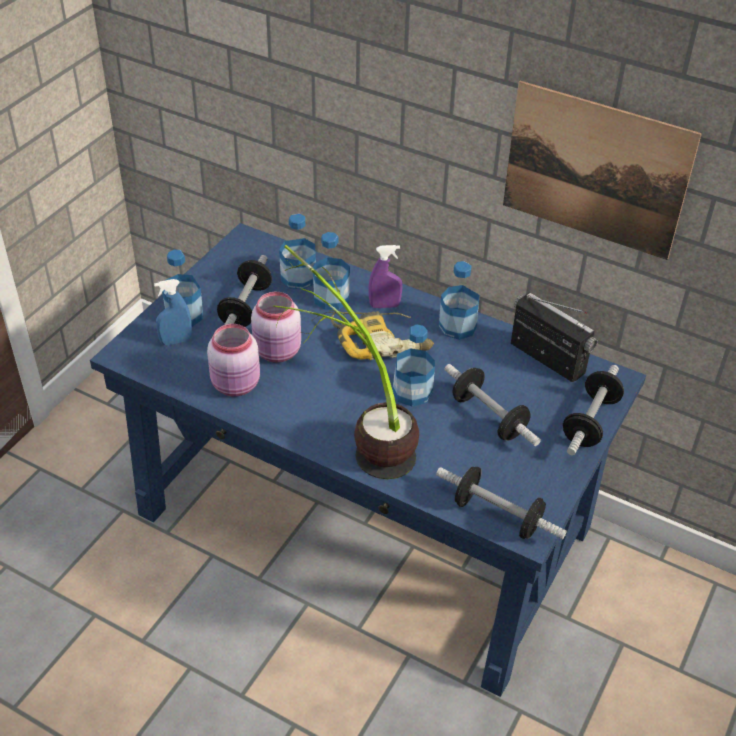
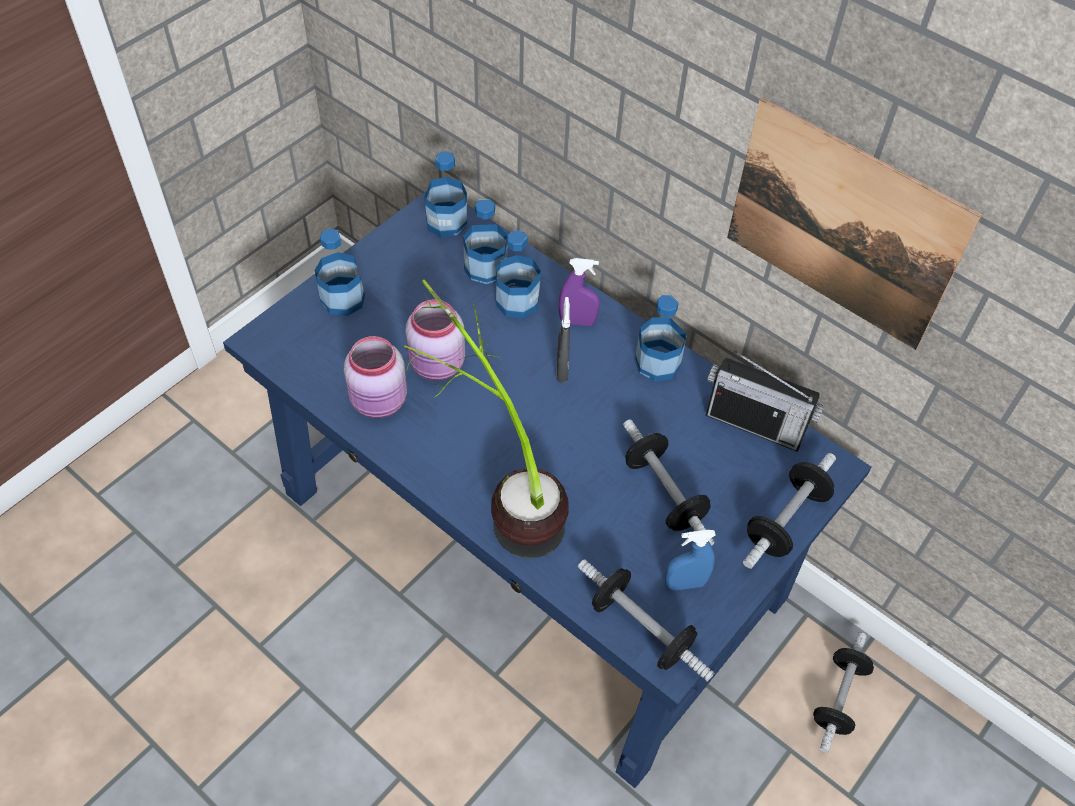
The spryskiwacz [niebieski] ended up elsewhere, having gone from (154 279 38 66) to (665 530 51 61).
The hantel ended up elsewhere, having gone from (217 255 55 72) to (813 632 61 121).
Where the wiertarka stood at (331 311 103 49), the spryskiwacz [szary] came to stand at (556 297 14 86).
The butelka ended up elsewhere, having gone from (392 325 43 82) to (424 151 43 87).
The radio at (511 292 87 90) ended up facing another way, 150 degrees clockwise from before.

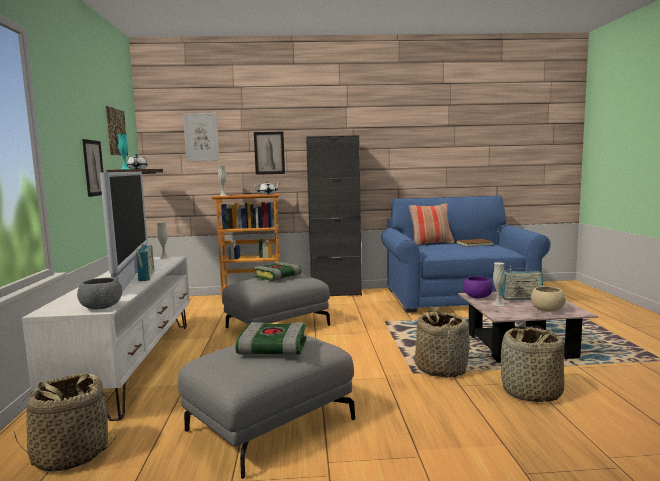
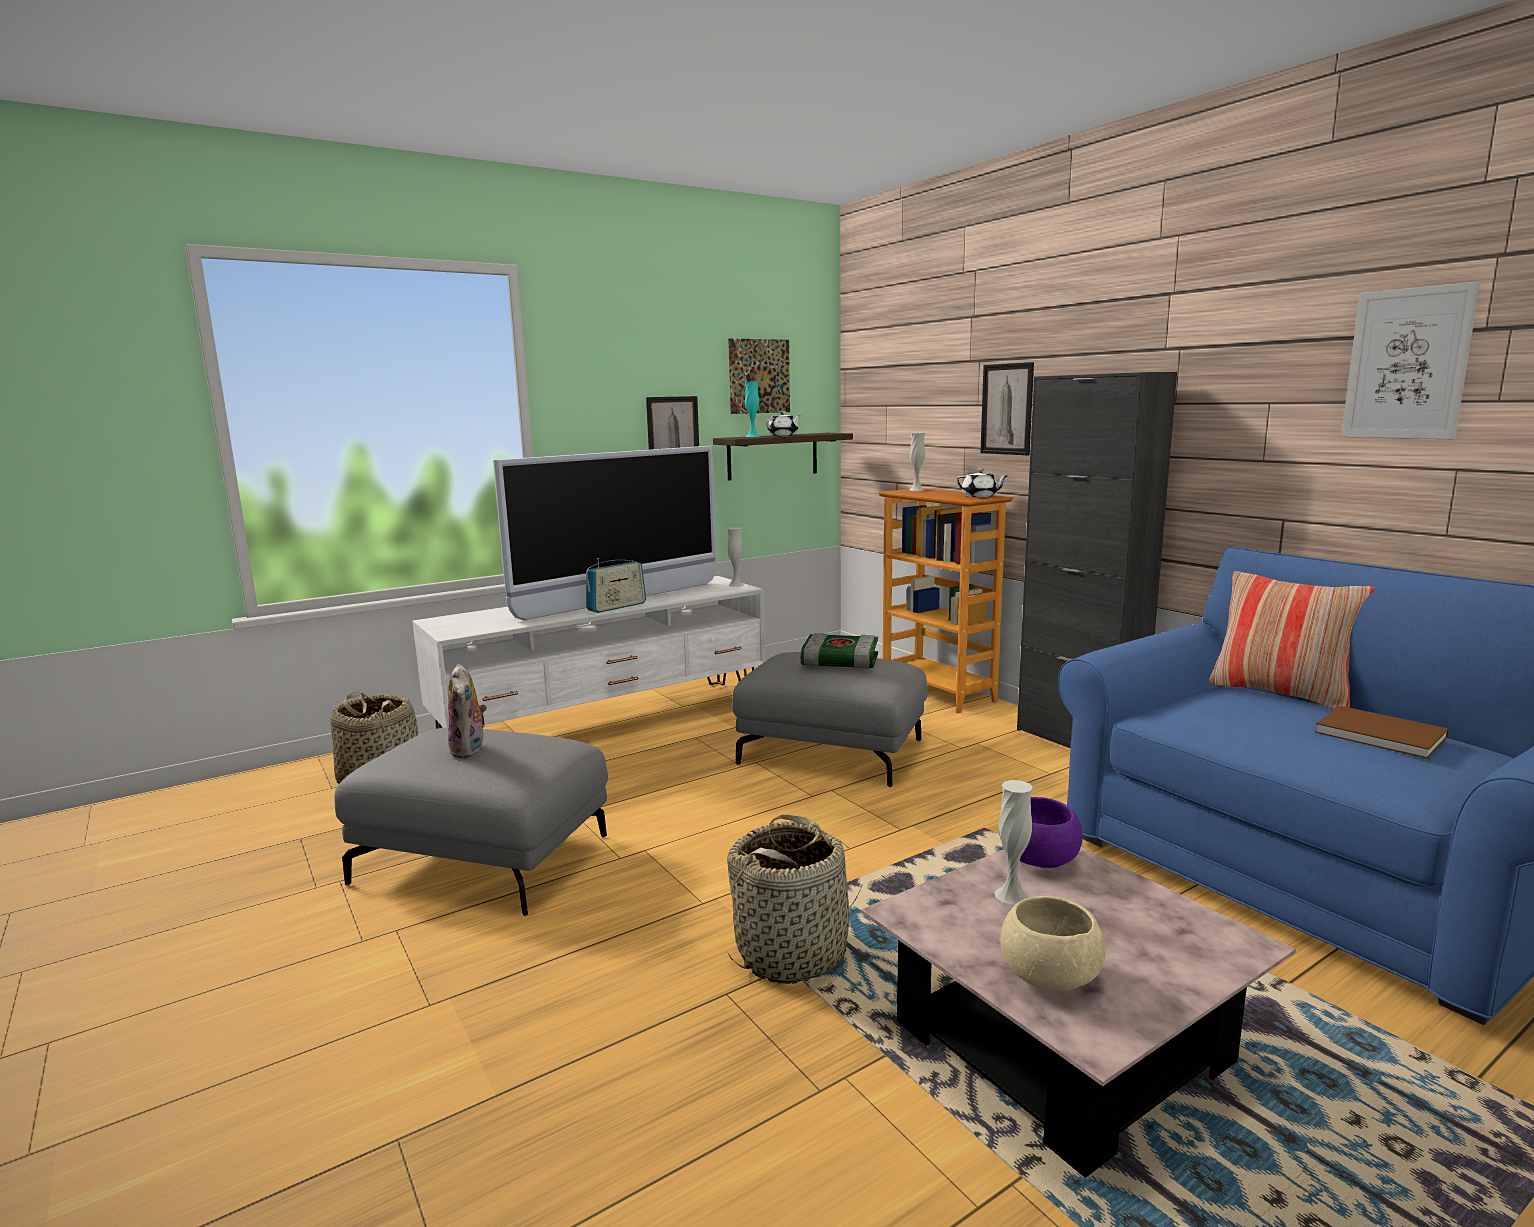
The second view lost the miska [szary] at (77 278 45 31).
The obraz ended up elsewhere, having gone from (183 113 36 48) to (1341 281 139 158).
Where the książka stood at (236 322 71 33), the pluszak came to stand at (448 664 39 94).
The second view lost the radio at (500 266 43 34).
The second view lost the koszyk at (501 323 63 79).

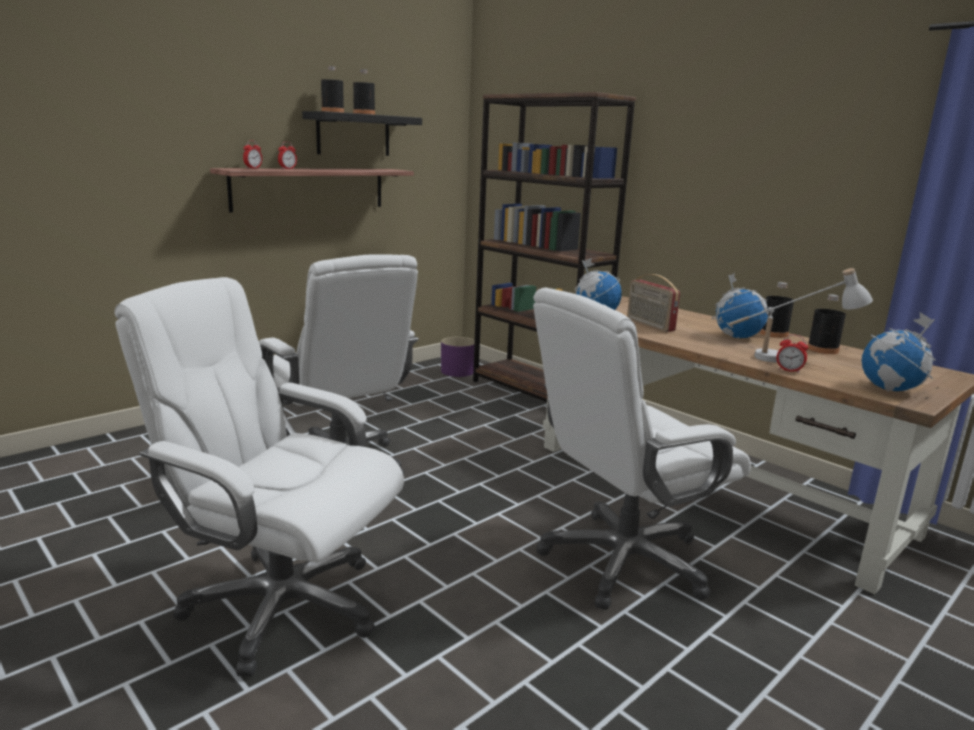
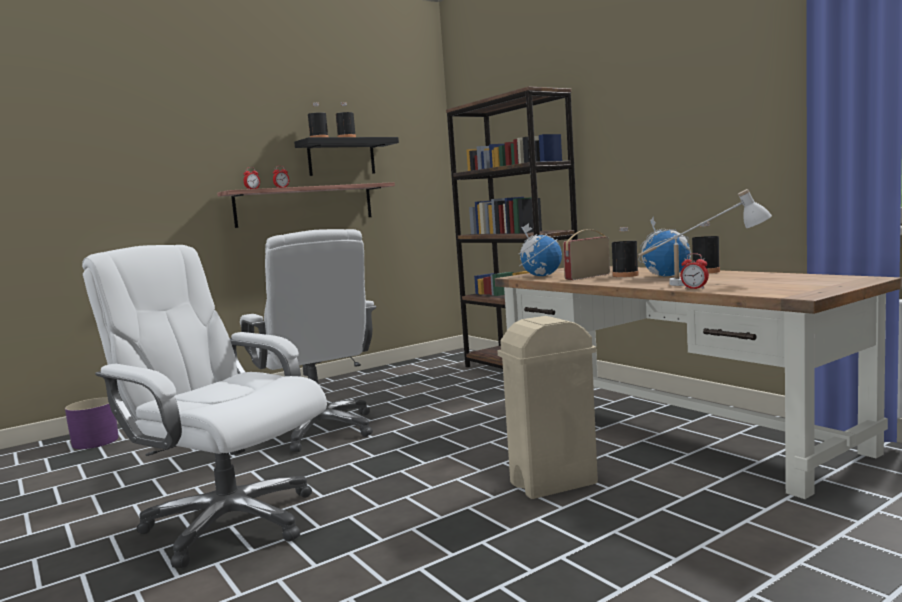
The donica [fioletowy] ended up elsewhere, having gone from (441 337 34 40) to (65 397 54 52).
Where the krzesło biurowe [biały] stood at (533 288 218 322), the kosz na śmieci [beżowy] came to stand at (497 316 101 183).
The radio at (627 274 53 58) ended up facing another way, 75 degrees clockwise from before.
The butelka [czarny] ended up elsewhere, having gone from (808 294 38 60) to (612 227 27 50).
The second view lost the globus at (862 312 74 80).

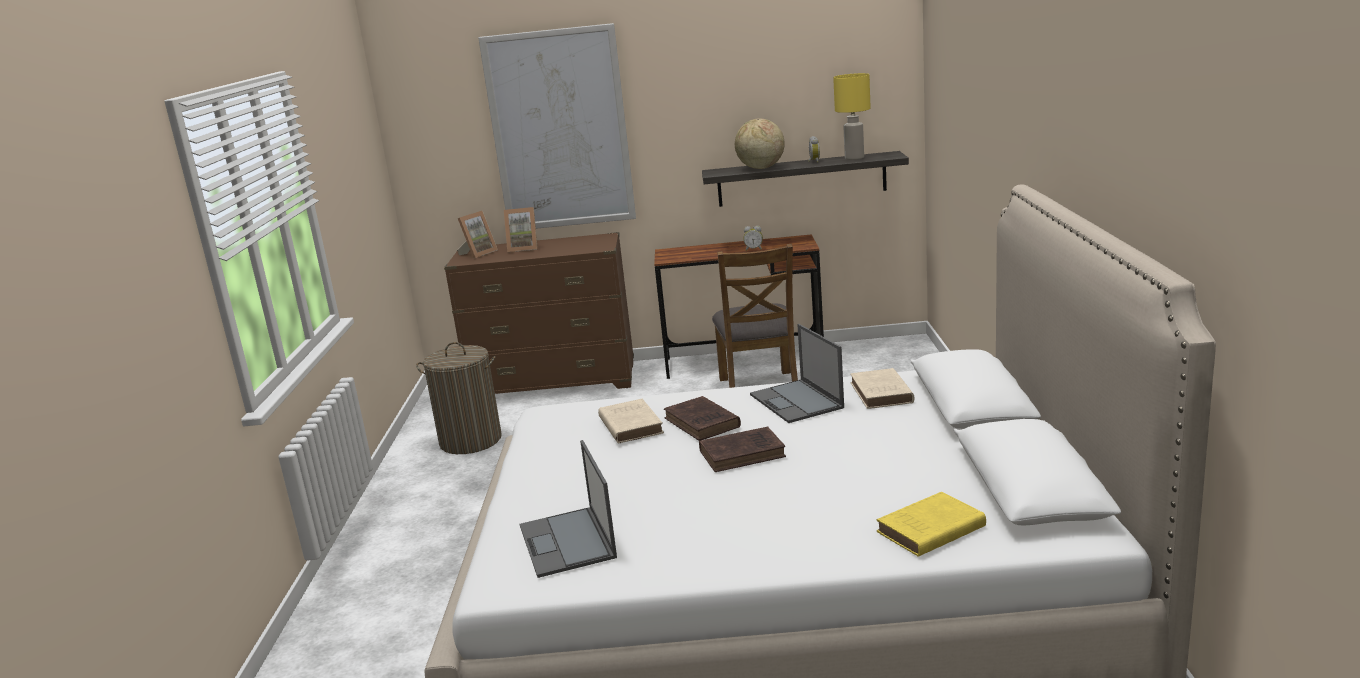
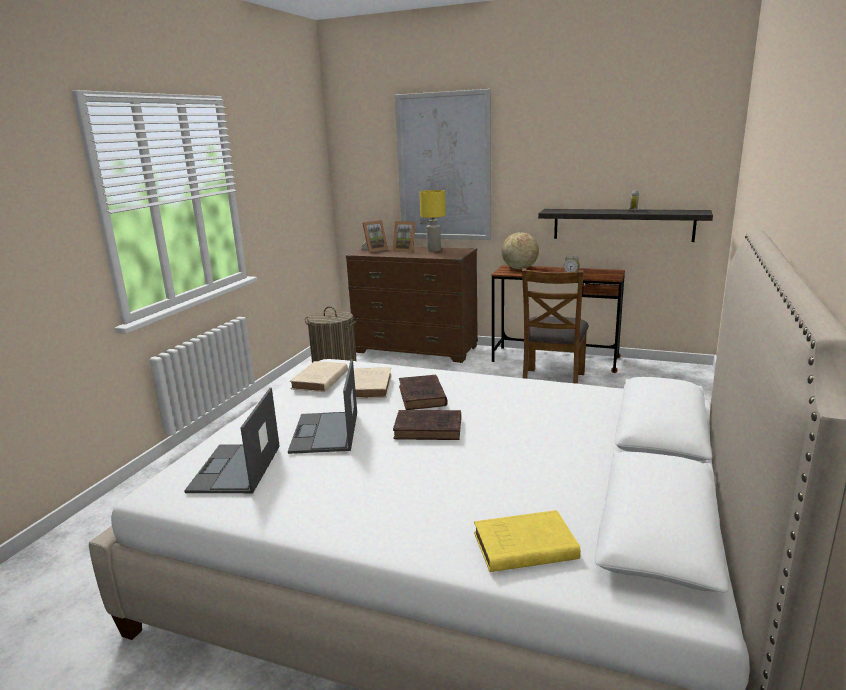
The globus ended up elsewhere, having gone from (735 118 50 51) to (502 232 37 38).
The laptop ended up elsewhere, having gone from (750 324 94 99) to (288 359 69 95).
The lampa stołowa [żółty] ended up elsewhere, having gone from (833 73 38 87) to (419 190 27 62).
The książka [beżowy] ended up elsewhere, having gone from (850 368 64 41) to (290 361 58 31).

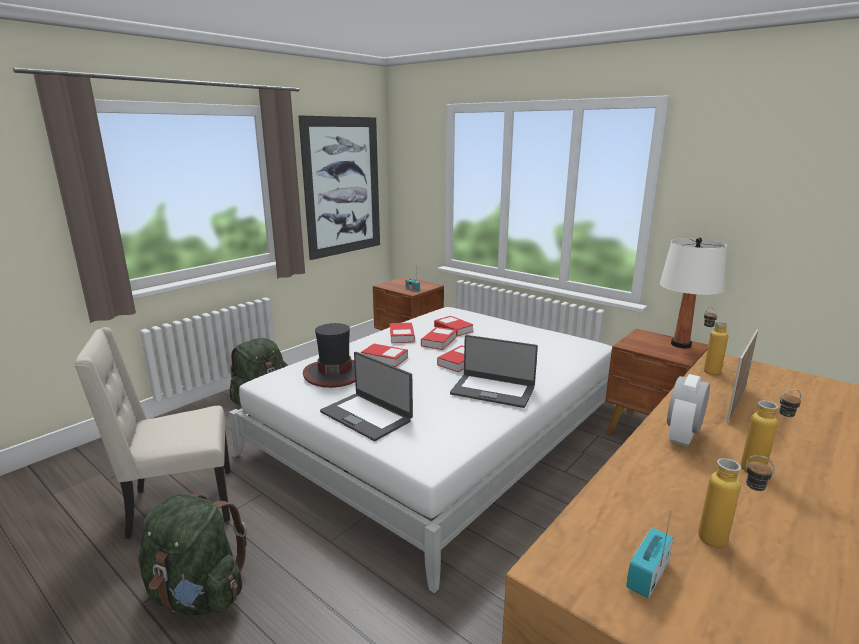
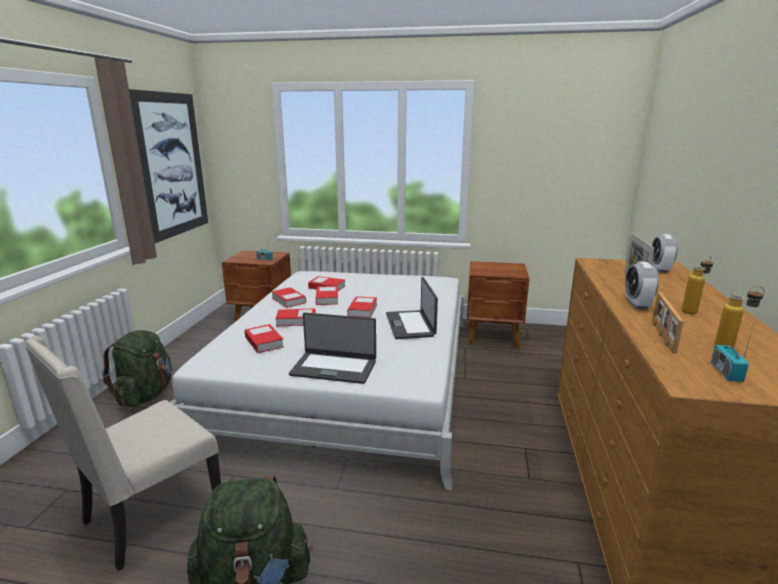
Where the kapelusz stood at (303 323 52 65), the książka came to stand at (244 324 40 29).
The laptop at (450 335 88 73) ended up facing another way, 90 degrees clockwise from before.
The second view lost the lampa stołowa [biały] at (660 237 67 111).
The second view lost the butelka at (704 307 25 68).
The second view gained the budzik at (652 234 26 39).
The second view gained the ramka na zdjęcie at (652 292 32 62).

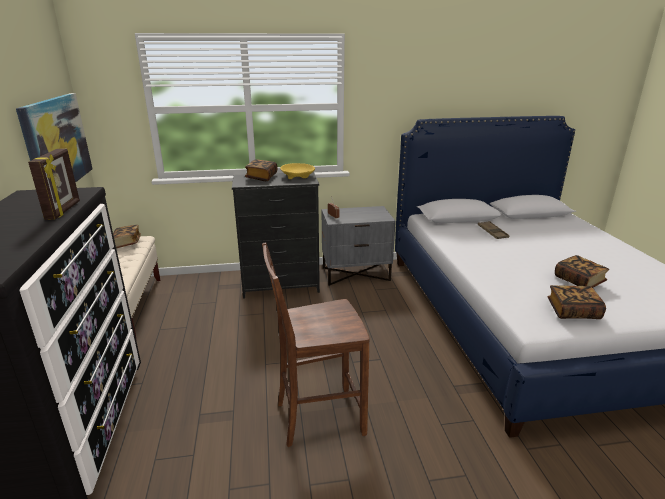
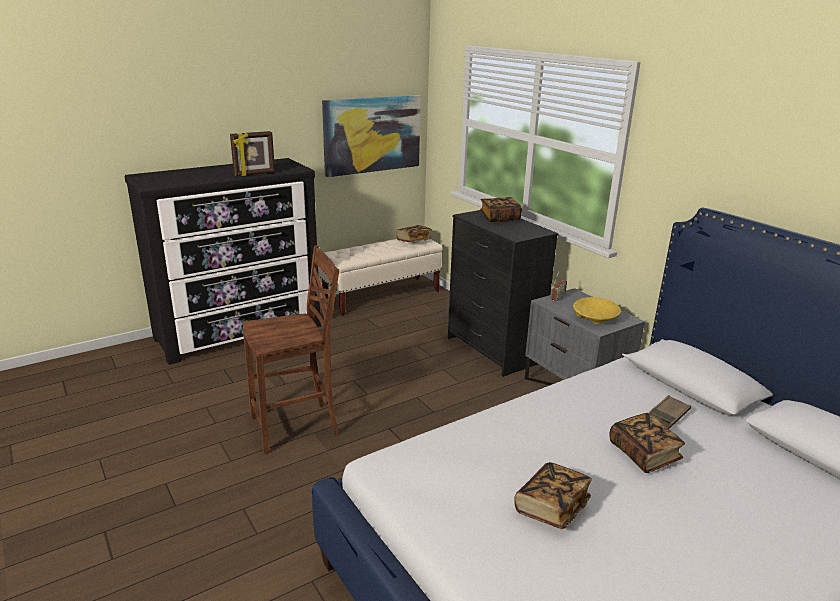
The krzesło [brązowy] at (262 242 108 205) ended up facing another way, 105 degrees clockwise from before.
The miska [żółty] ended up elsewhere, having gone from (280 163 35 16) to (573 297 48 27).
The książka ended up elsewhere, having gone from (548 285 58 34) to (609 413 76 60).

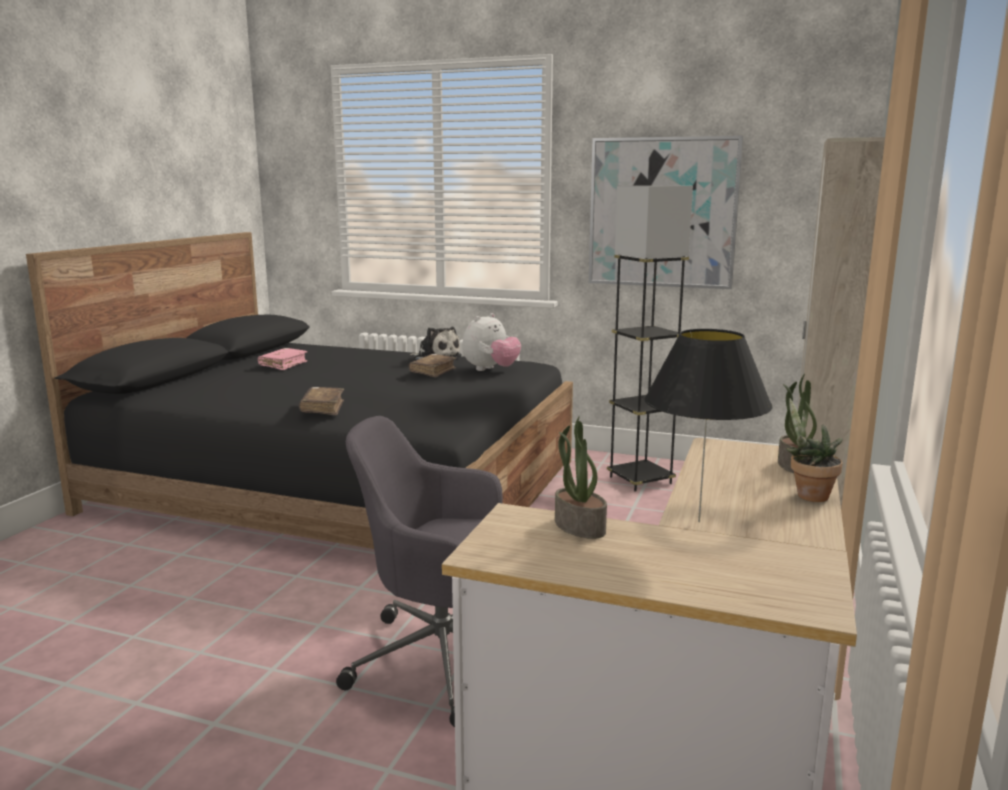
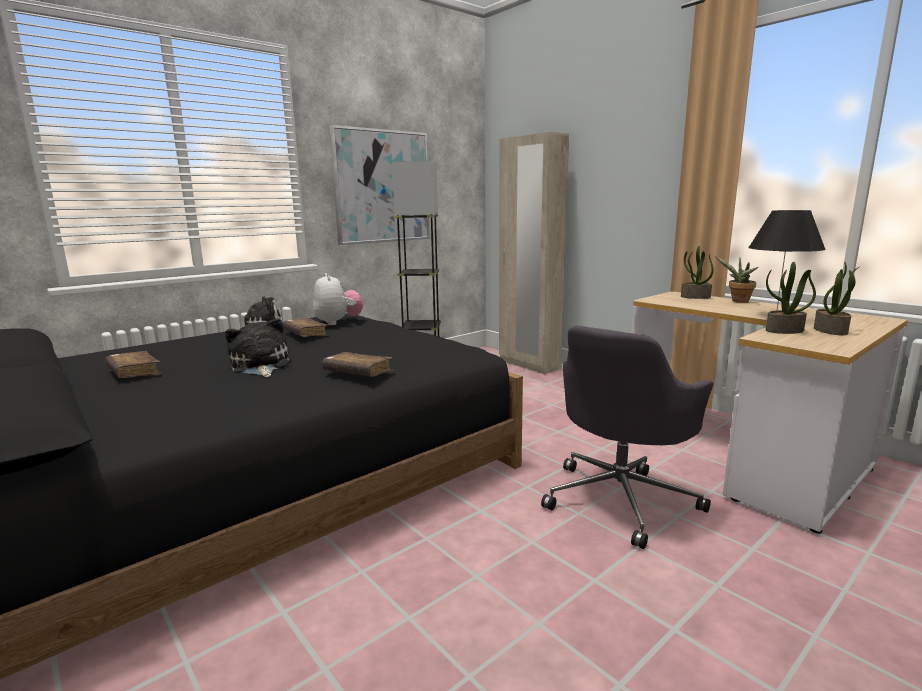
What was the książka [różowy] at (258 348 50 22) turned into the książka [brązowy] at (105 351 56 27).
The second view gained the pluszak at (225 318 64 59).
The second view gained the roślina doniczkowa at (814 261 45 74).

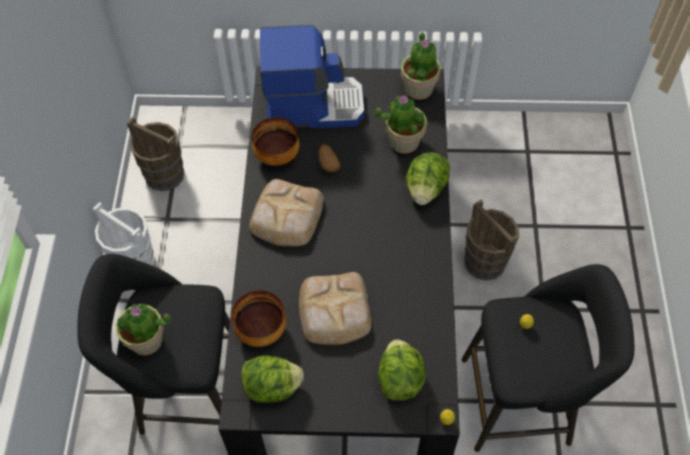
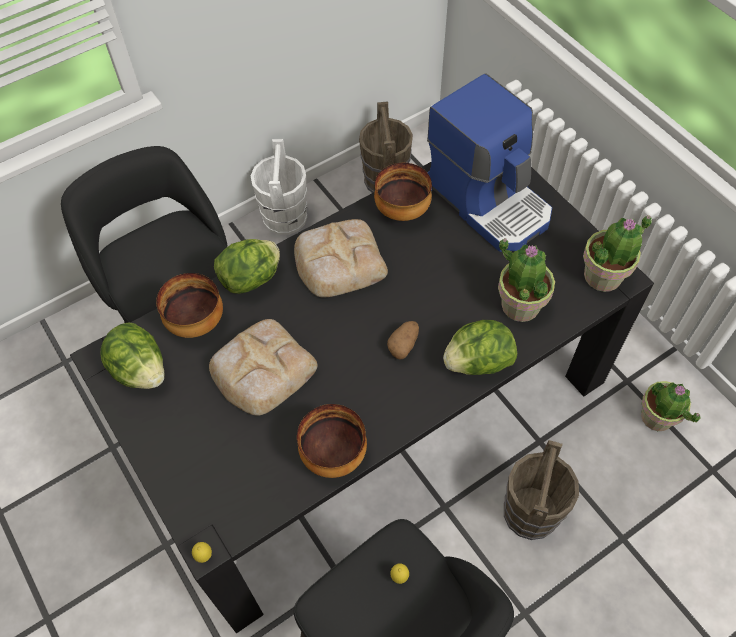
The roślina doniczkowa ended up elsewhere, having gone from (116 304 55 51) to (641 381 60 50).
The ziemniak ended up elsewhere, having gone from (318 144 22 28) to (387 321 32 39).
The sałata ended up elsewhere, having gone from (378 340 48 61) to (214 239 66 55).
The second view gained the miska at (297 404 70 74).

